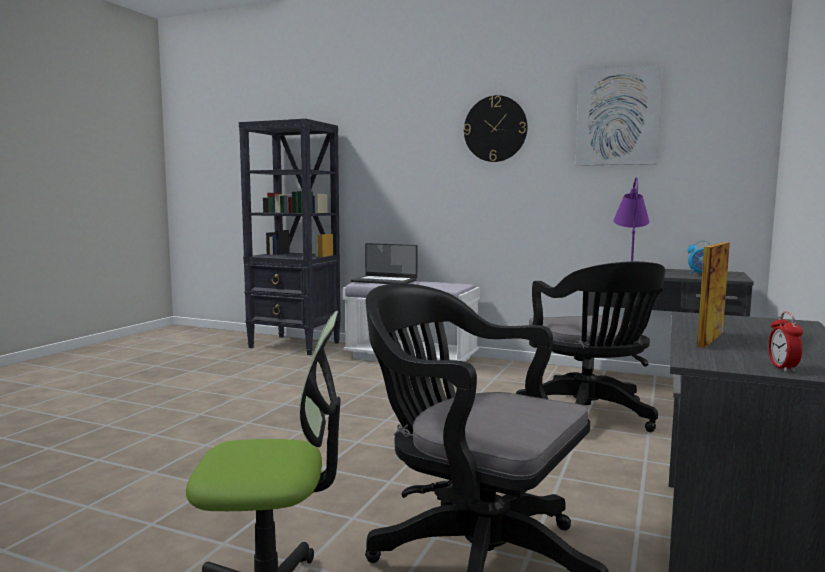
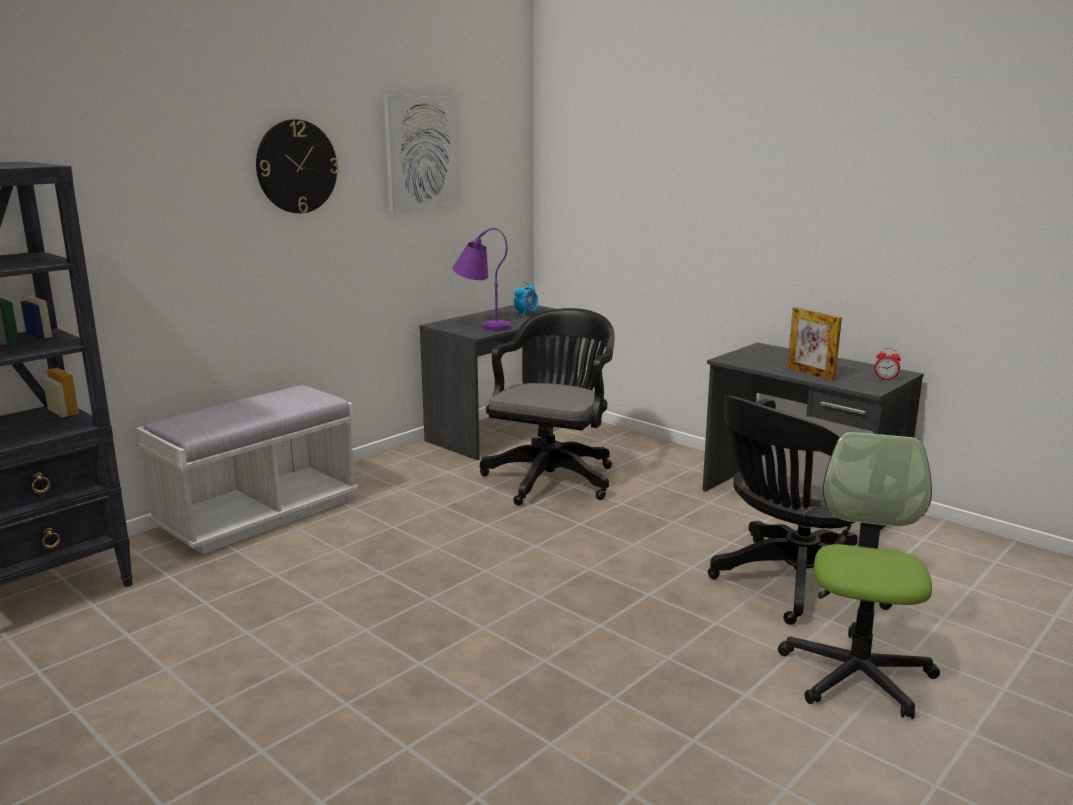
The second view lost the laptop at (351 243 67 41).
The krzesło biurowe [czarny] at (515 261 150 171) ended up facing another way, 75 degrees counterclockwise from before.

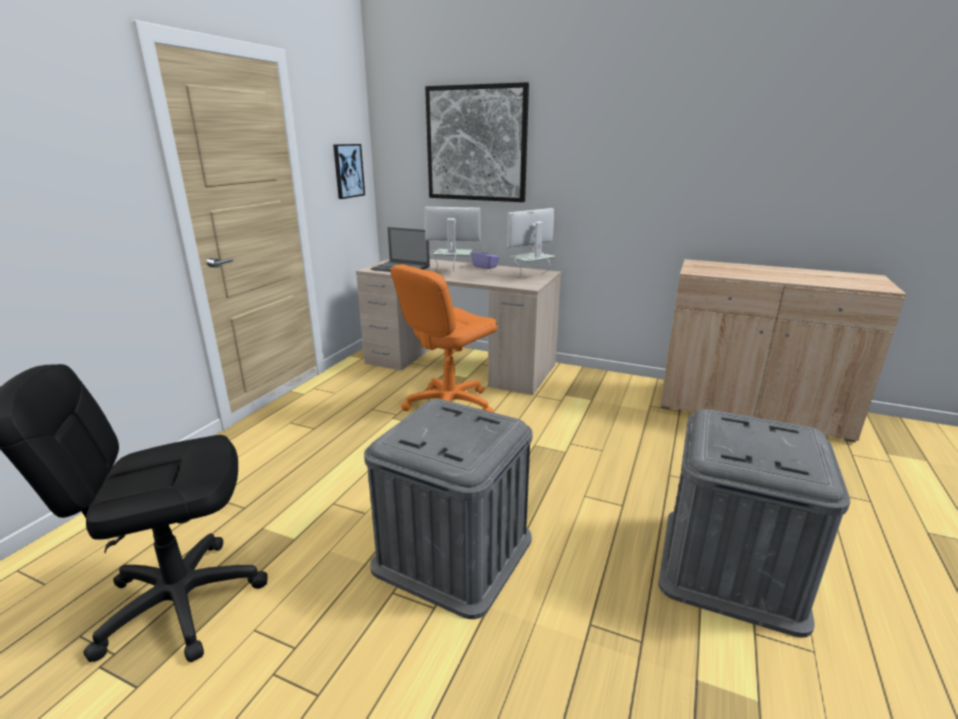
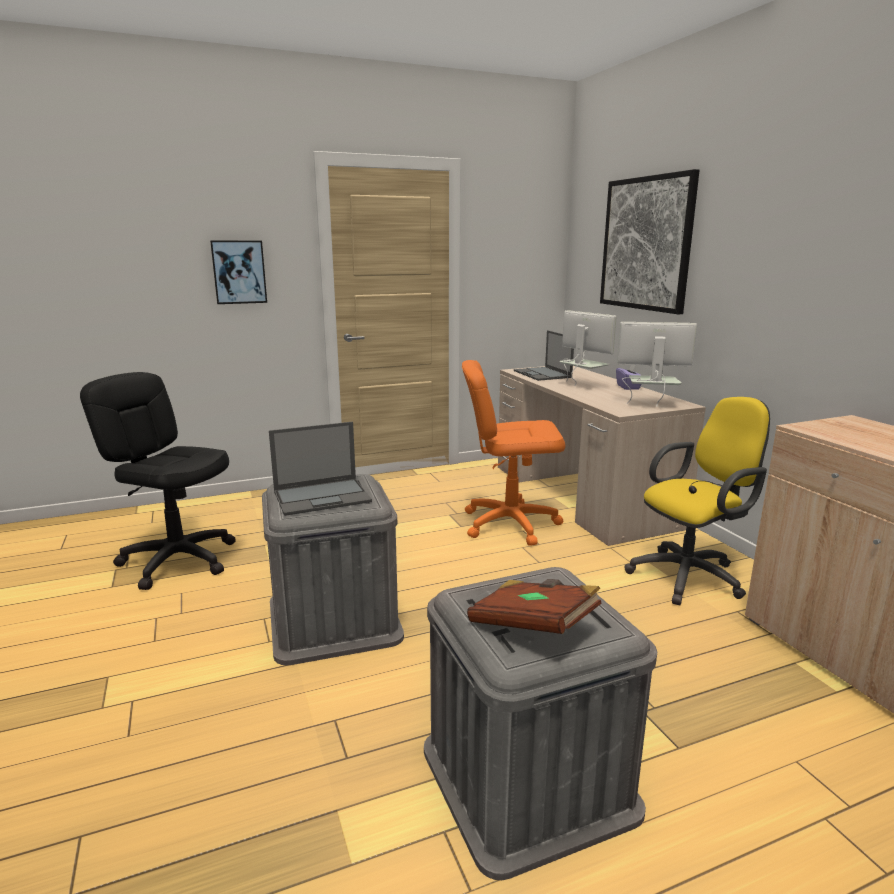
The obraz ended up elsewhere, having gone from (333 144 32 55) to (210 241 57 63).
The second view gained the laptop at (269 422 103 94).
The second view gained the książka [brązowy] at (467 579 135 55).
The second view gained the krzesło biurowe [żółty] at (624 397 146 208).

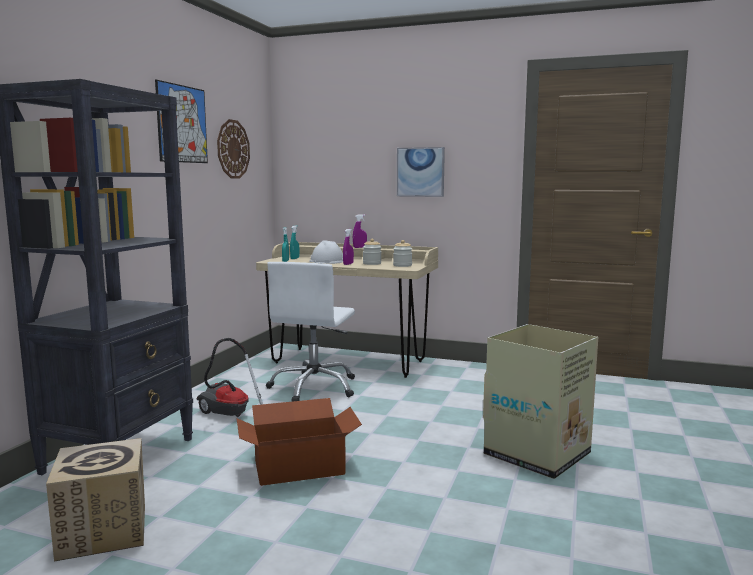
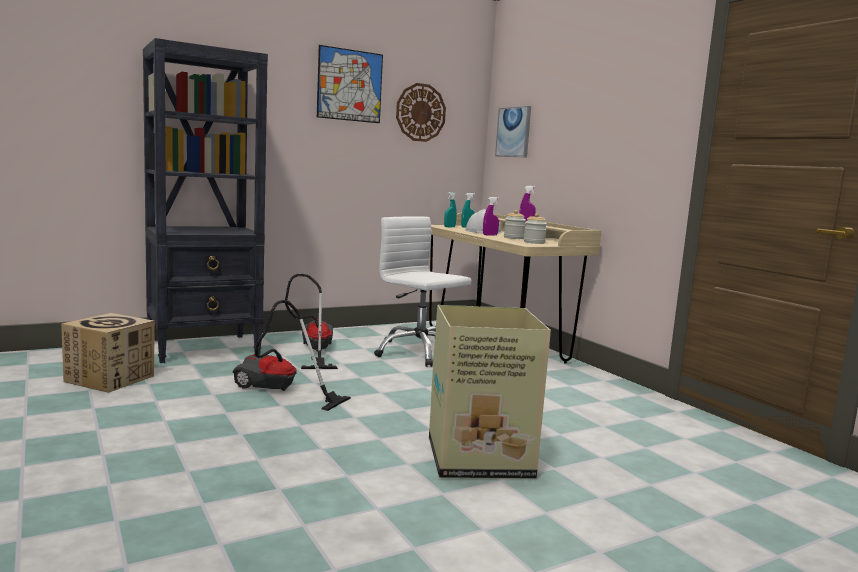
Where the karton stood at (236 398 126 88), the odkurzacz came to stand at (233 300 118 111).
The krzesło biurowe [biały] at (266 262 89 140) ended up facing another way, 75 degrees clockwise from before.
The obraz ended up elsewhere, having gone from (397 147 48 50) to (495 106 36 52).

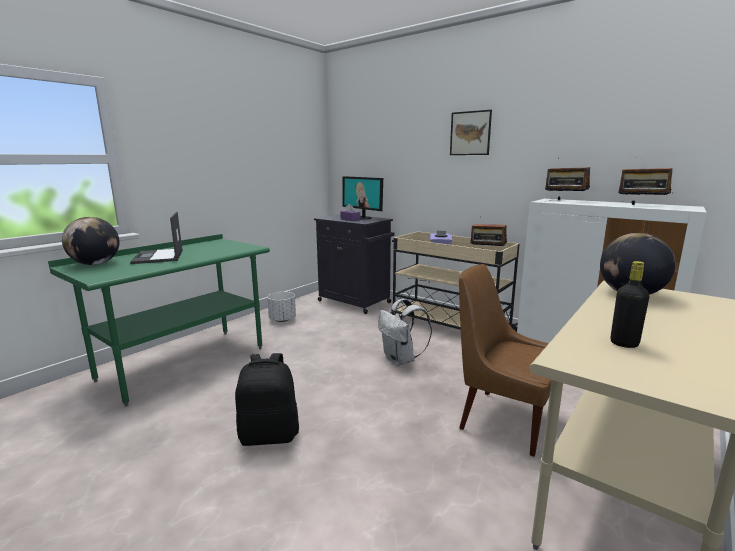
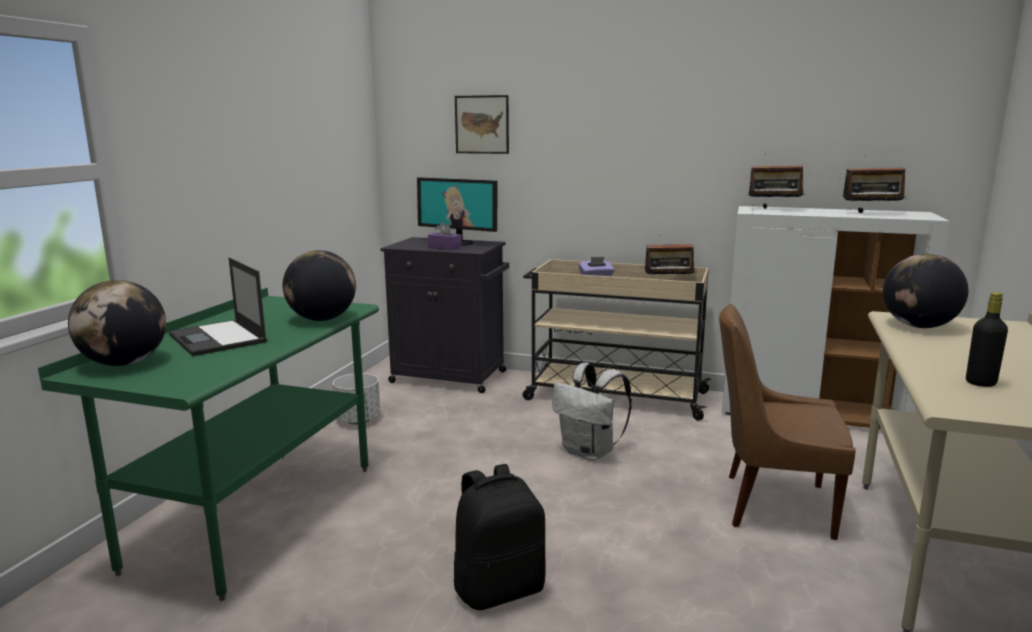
The obraz ended up elsewhere, having gone from (450 110 42 45) to (455 95 54 59).
The second view gained the globus at (283 250 73 71).

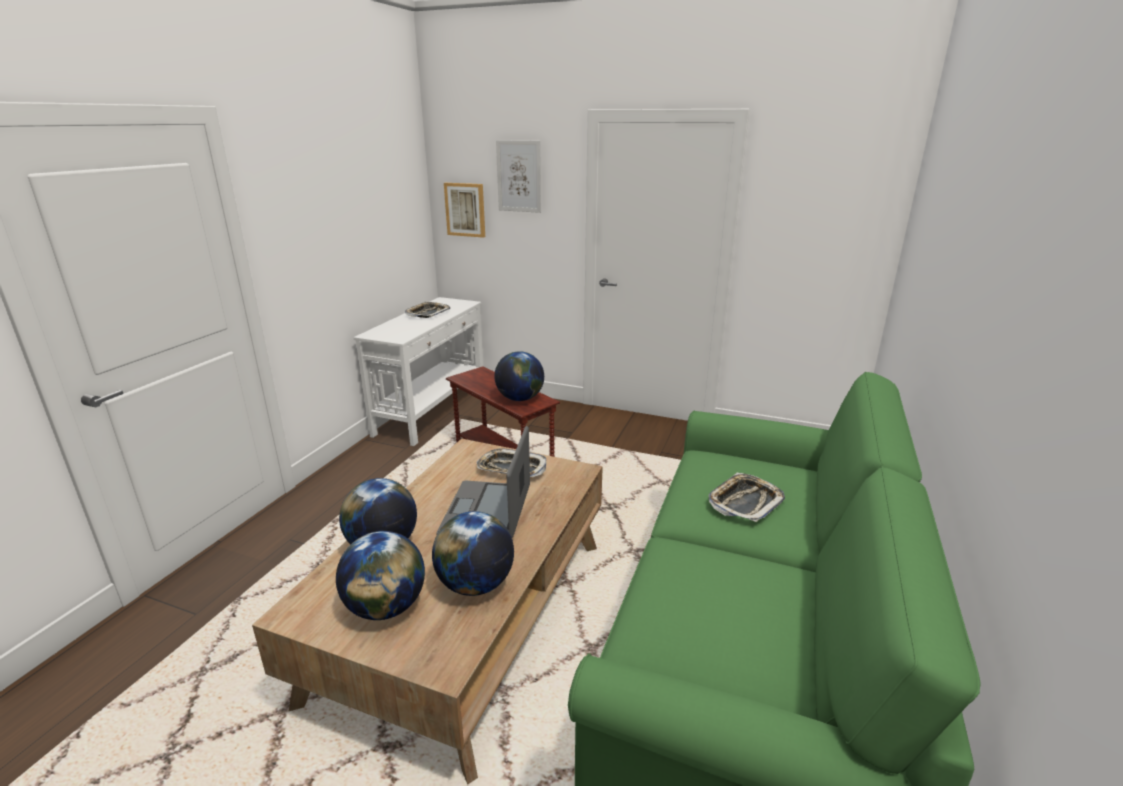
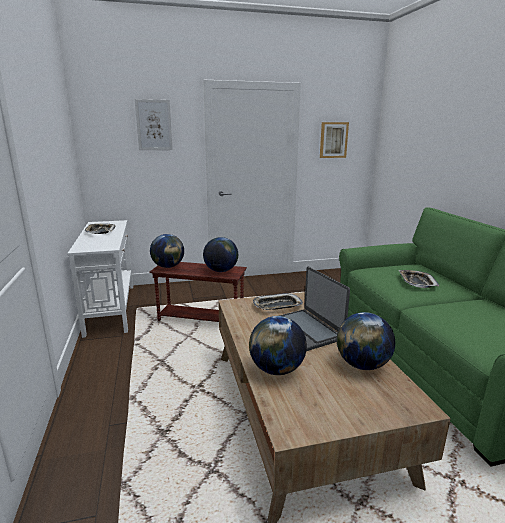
The globus ended up elsewhere, having gone from (336 531 89 89) to (150 234 34 34).
The obraz ended up elsewhere, having gone from (444 183 41 55) to (320 122 29 36).

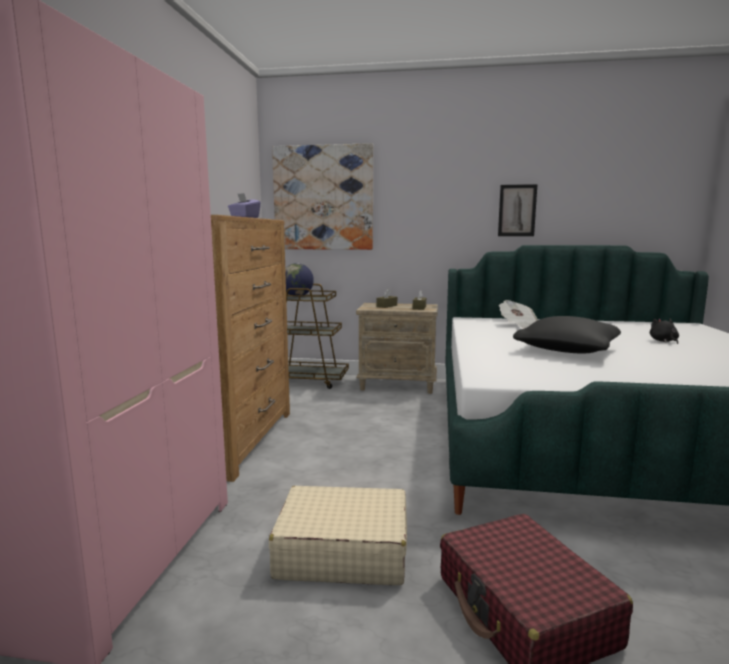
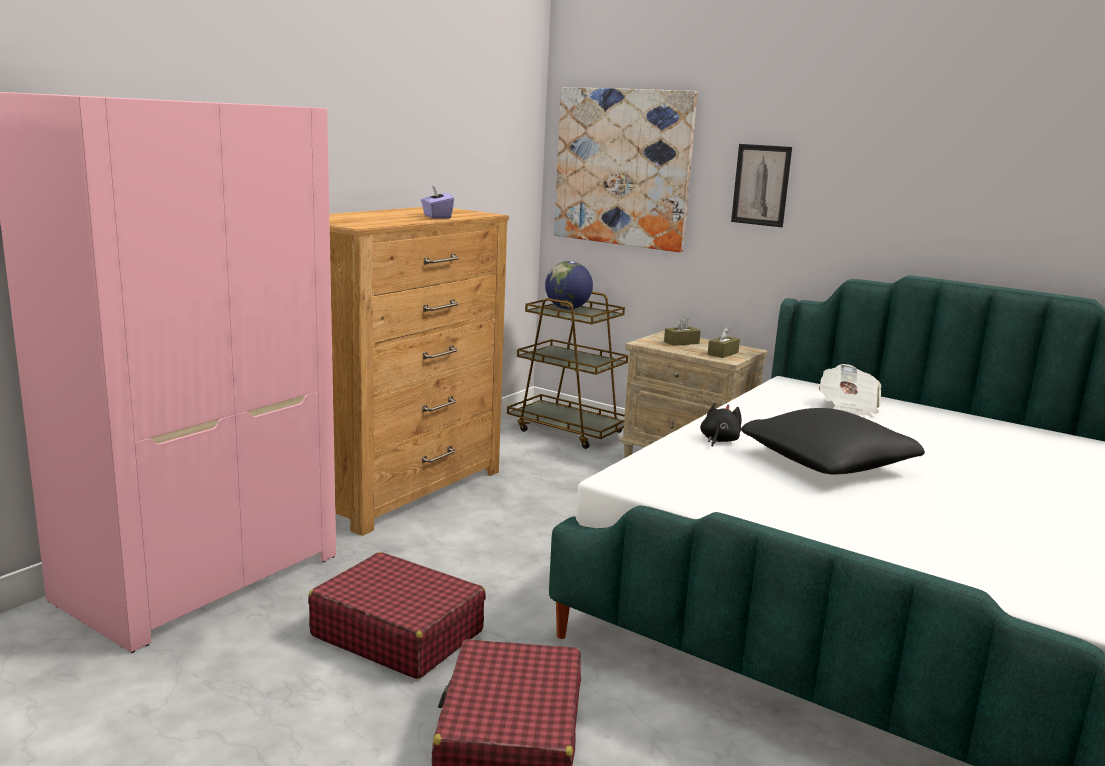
What was the walizka [beżowy] at (269 486 138 99) turned into the walizka [czerwony] at (308 552 178 127).
The obraz ended up elsewhere, having gone from (498 184 39 52) to (731 144 61 83).
The pluszak [czarny] ended up elsewhere, having gone from (650 318 29 26) to (700 403 42 44).

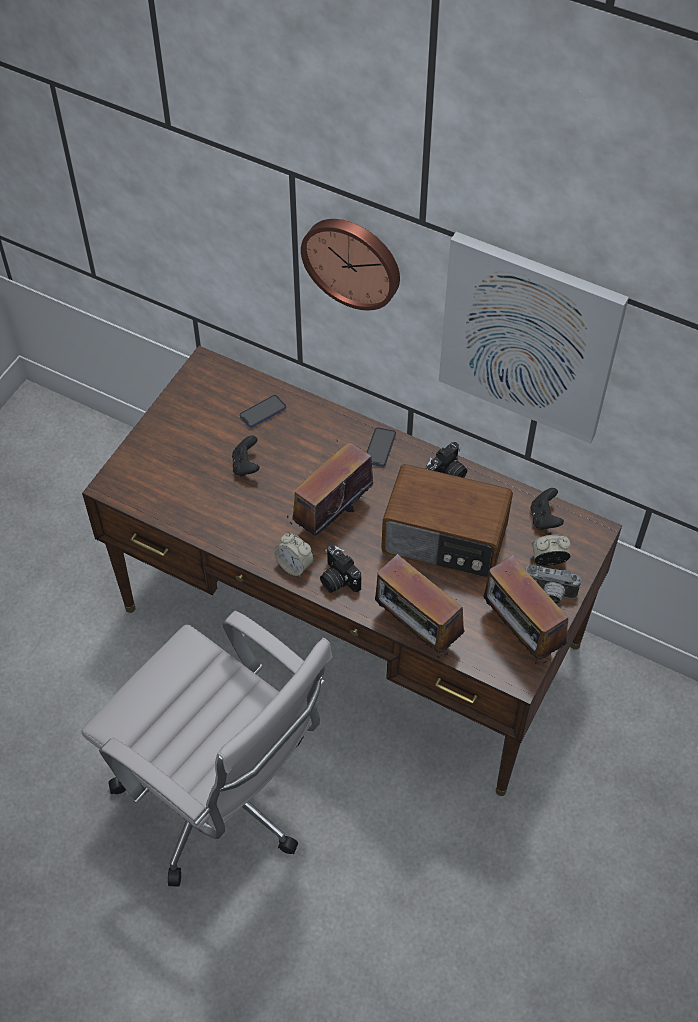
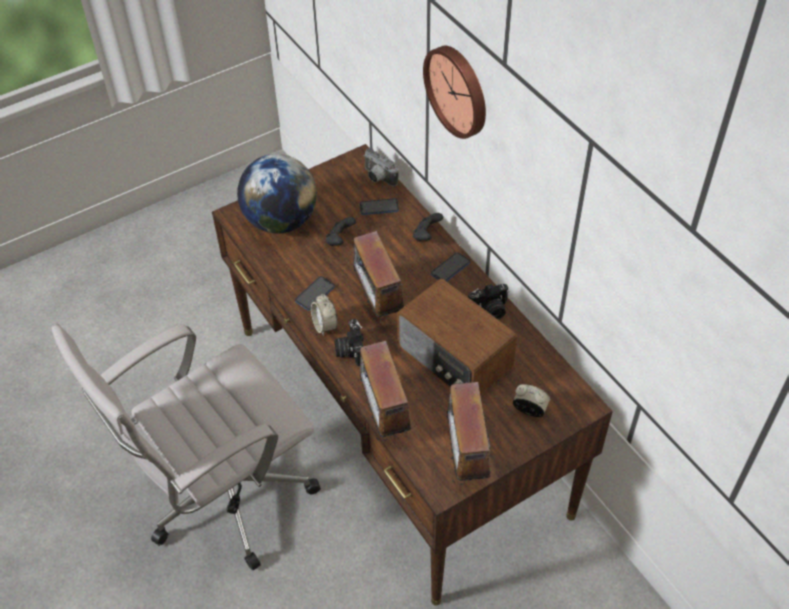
The krzesło biurowe [biały] at (81 610 252 277) ended up facing another way, 75 degrees clockwise from before.
The radio at (287 441 86 94) ended up facing another way, 90 degrees counterclockwise from before.
The second view lost the obraz at (439 232 190 212).
The aparat fotograficzny ended up elsewhere, having gone from (526 564 55 40) to (364 148 35 38).
The pad do gier [czarny] ended up elsewhere, having gone from (530 488 34 42) to (413 213 30 28).
The second view gained the globus at (237 154 80 79).
The second view gained the telefon at (295 276 40 34).

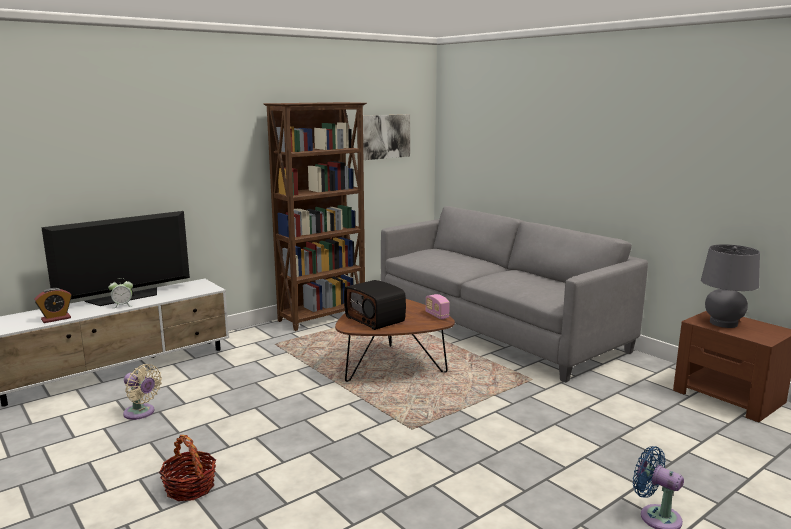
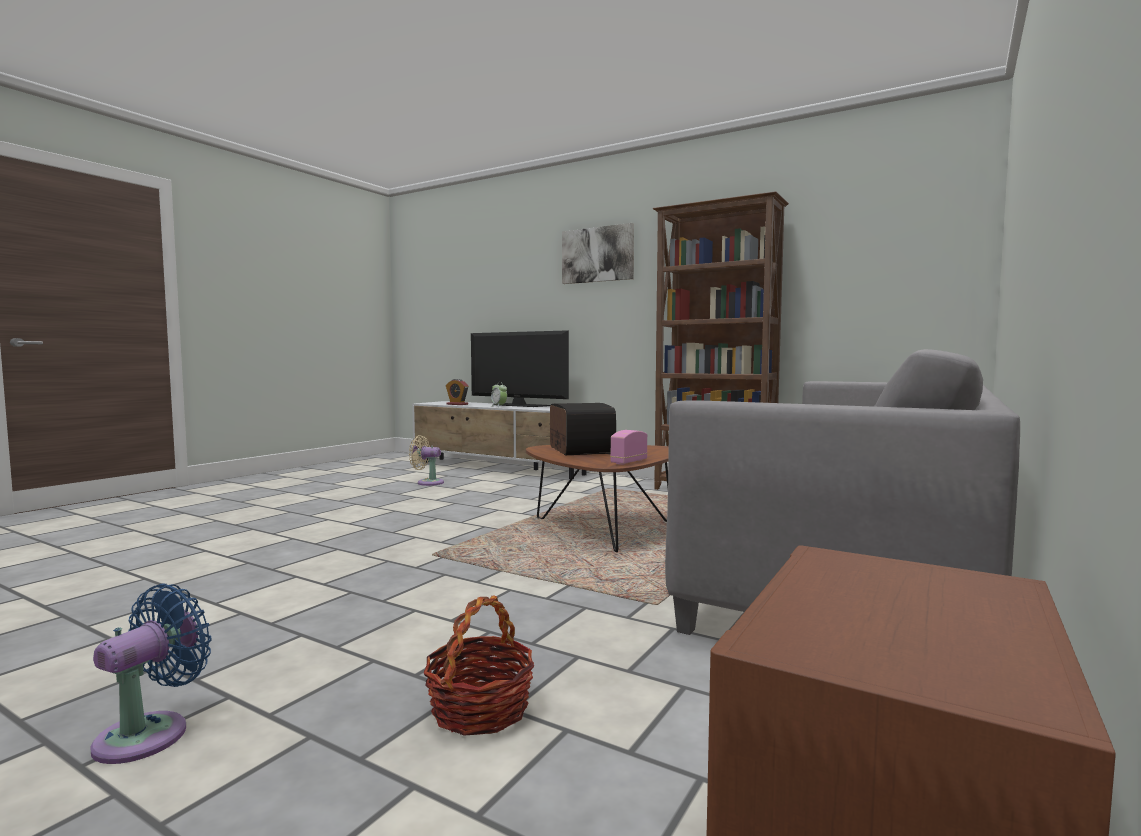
The wentylator [beżowy] at (123 364 39 56) ended up facing another way, 90 degrees clockwise from before.
The koszyk ended up elsewhere, having gone from (159 435 57 66) to (423 595 111 141).
The radio at (344 280 62 50) ended up facing another way, 135 degrees clockwise from before.
The obraz ended up elsewhere, having gone from (363 114 47 46) to (562 223 72 61).
The second view lost the lampa stołowa [szary] at (701 244 59 84).

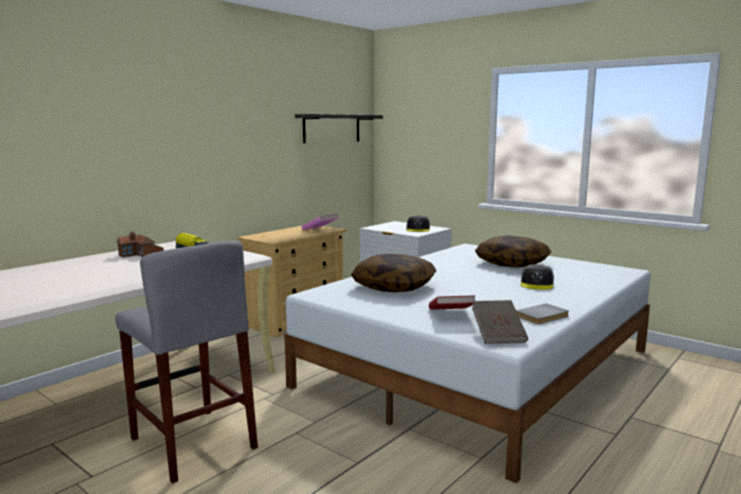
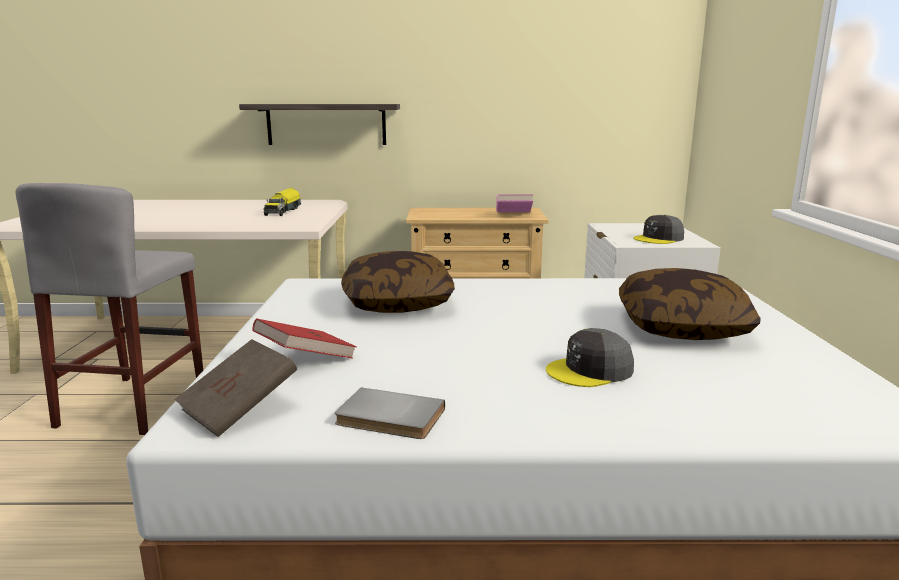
The second view lost the domek at (116 231 48 26).
The półka ended up elsewhere, having gone from (295 114 88 29) to (239 104 161 41).

